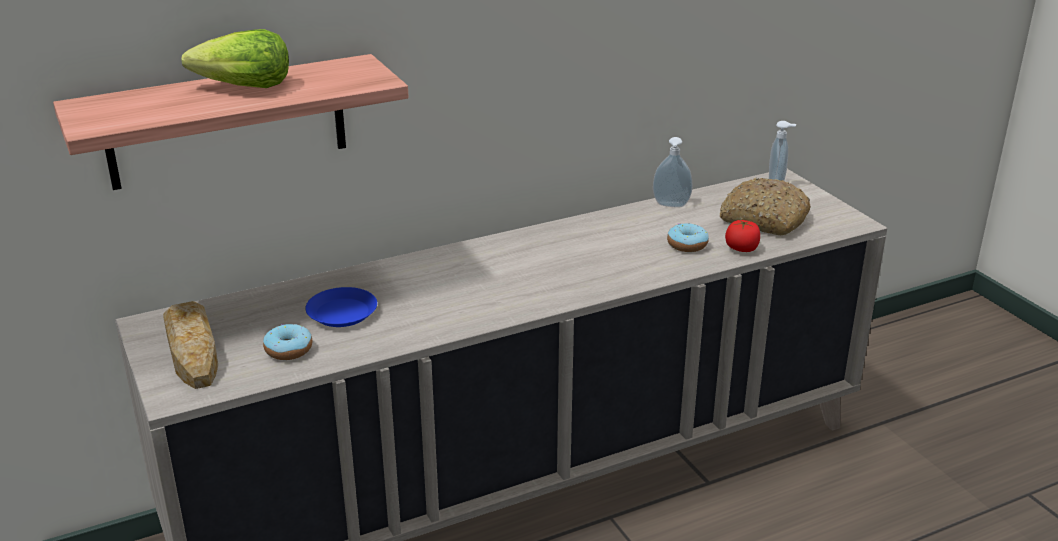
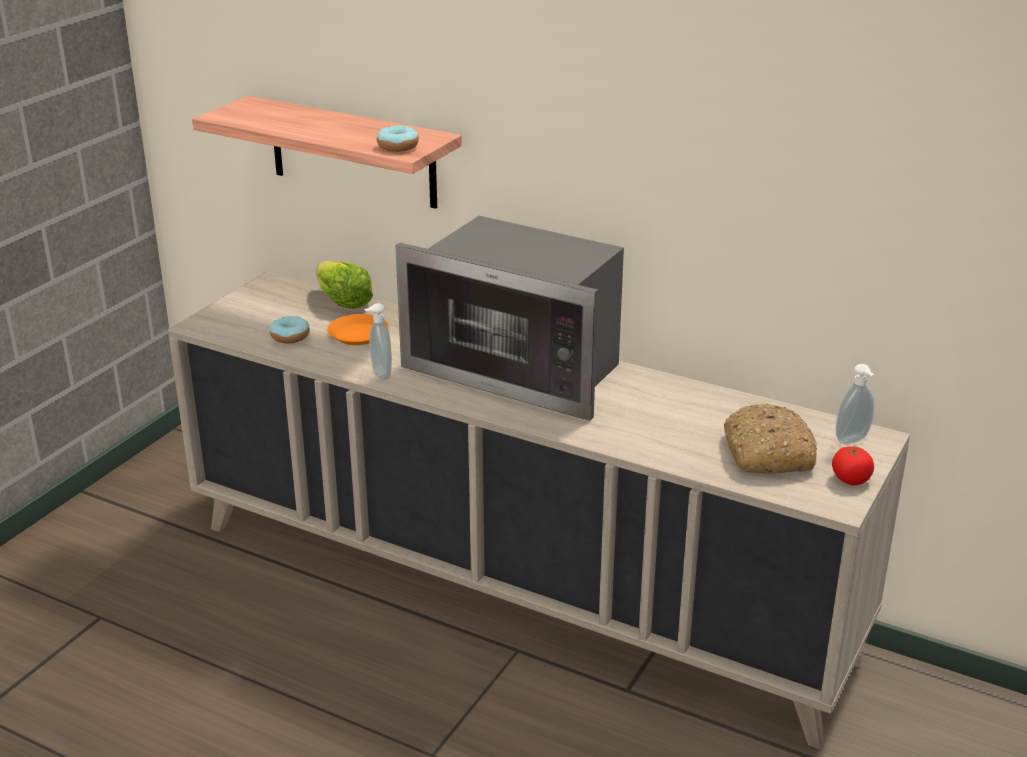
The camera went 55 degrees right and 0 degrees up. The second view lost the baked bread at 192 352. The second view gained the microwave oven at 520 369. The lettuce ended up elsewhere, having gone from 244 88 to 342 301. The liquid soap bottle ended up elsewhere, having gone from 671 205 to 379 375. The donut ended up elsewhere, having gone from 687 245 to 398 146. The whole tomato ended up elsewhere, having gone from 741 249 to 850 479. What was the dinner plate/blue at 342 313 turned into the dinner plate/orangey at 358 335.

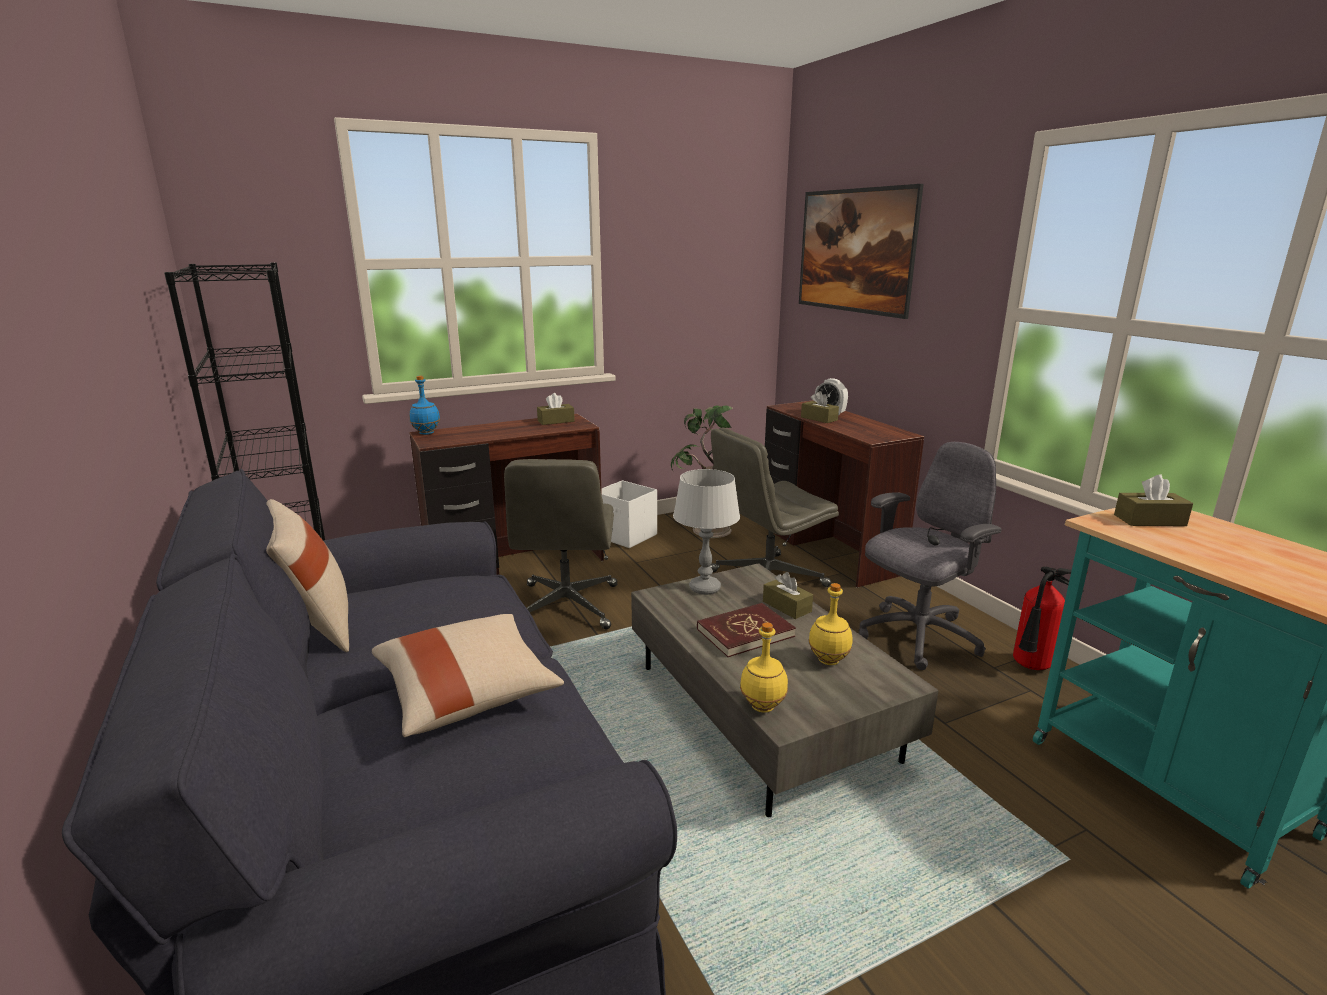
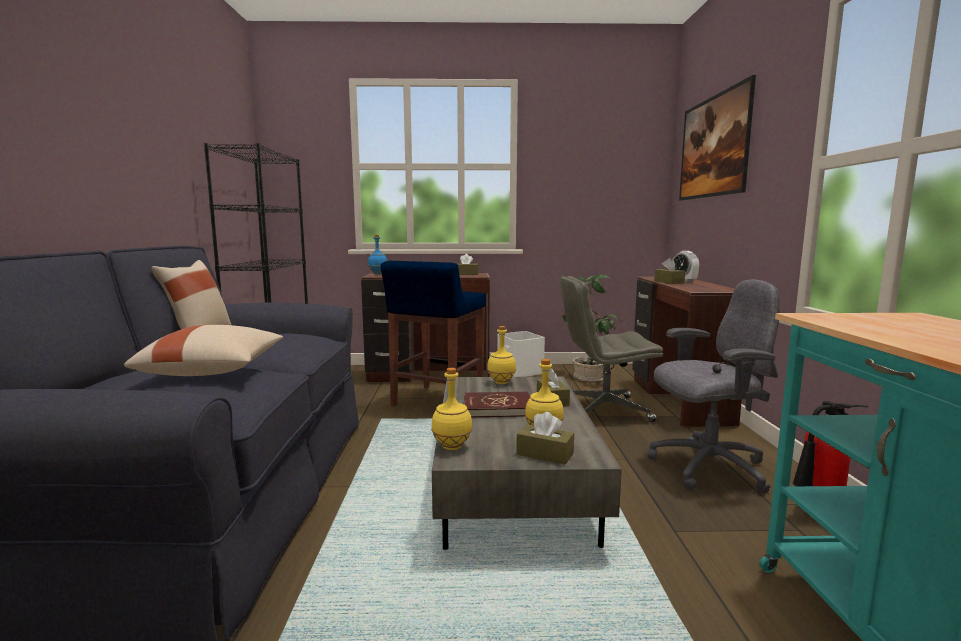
The camera went 25 degrees right and 10 degrees down. The box of tissues/brownish ended up elsewhere, having gone from 1149 520 to 545 454. Where the office chair/greyish stood at 567 607, the stool seat/blue came to stand at 436 401. Where the table lamp/greyish stood at 704 588, the drink bottle/yellow came to stand at 501 382.

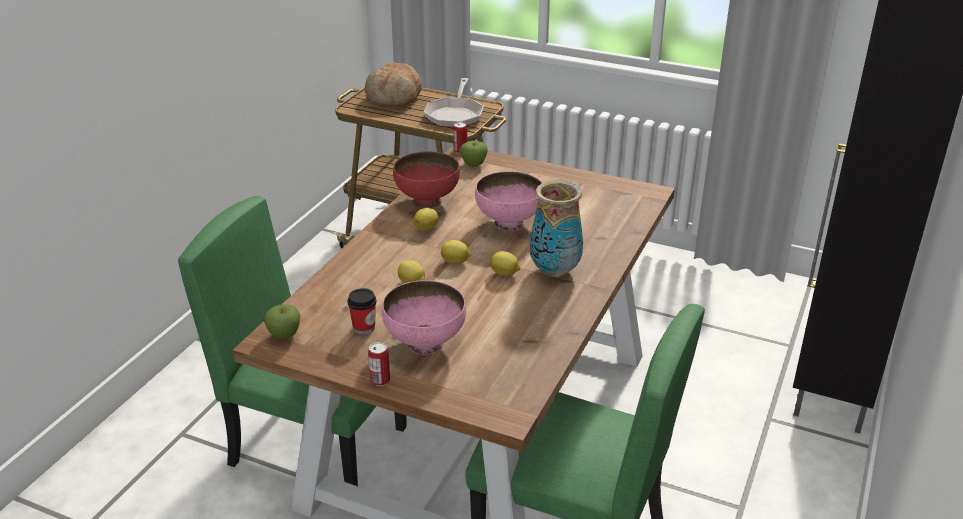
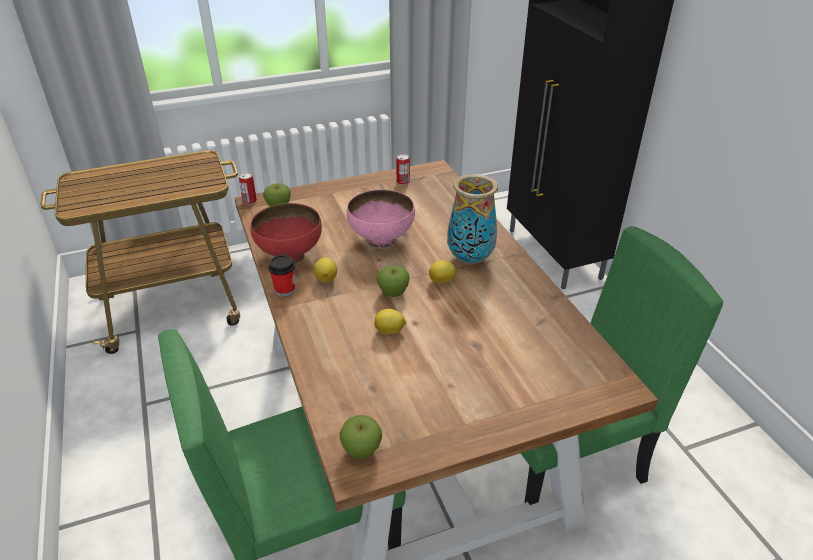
The camera went 45 degrees left and 5 degrees up. The second view lost the baked bread at 394 97. The second view lost the deep dish/pinkish at 424 344. The second view lost the frying pan at 455 115. The drinking cup ended up elsewhere, having gone from 364 328 to 285 290. The metal can ended up elsewhere, having gone from 380 380 to 403 182. Where the citrus fruit stood at 455 262, the apple came to stand at 393 293.

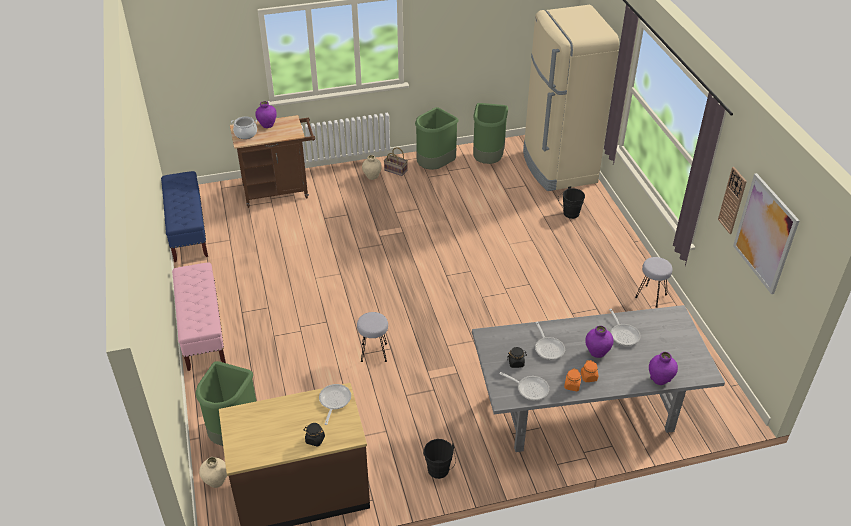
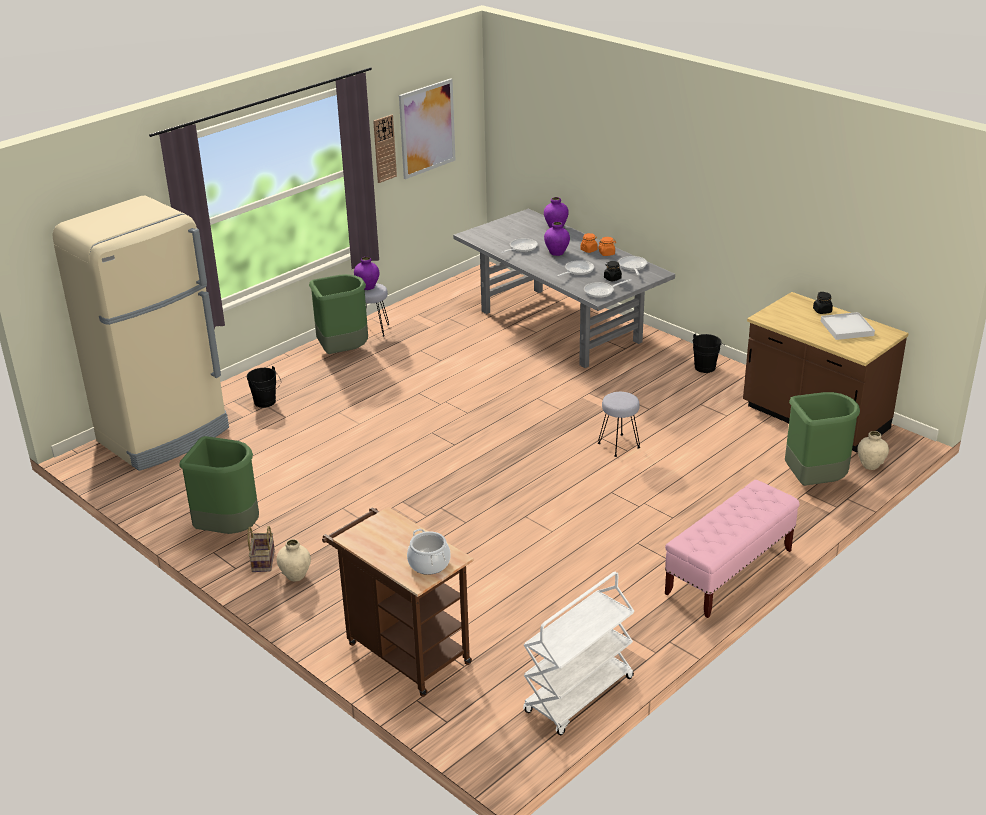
The camera went 120 degrees left and 10 degrees down. The second view gained the tray/white at 847 328. The flower vase/purplish ended up elsewhere, having gone from 267 125 to 367 287. The frying pan ended up elsewhere, having gone from 334 401 to 601 291. The rubbish bin/greenish ended up elsewhere, having gone from 488 160 to 342 352. Where the indoor bench/blue stood at 188 231, the wheeled cart/white came to stand at 579 696.

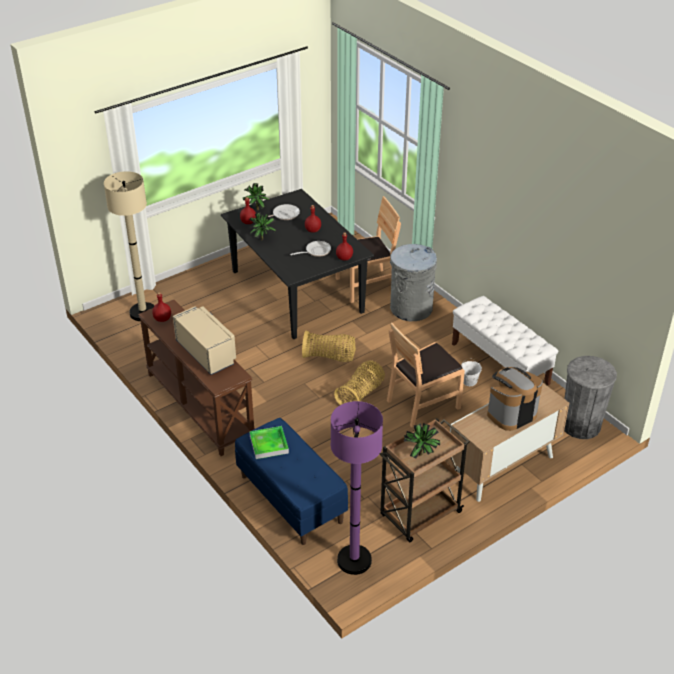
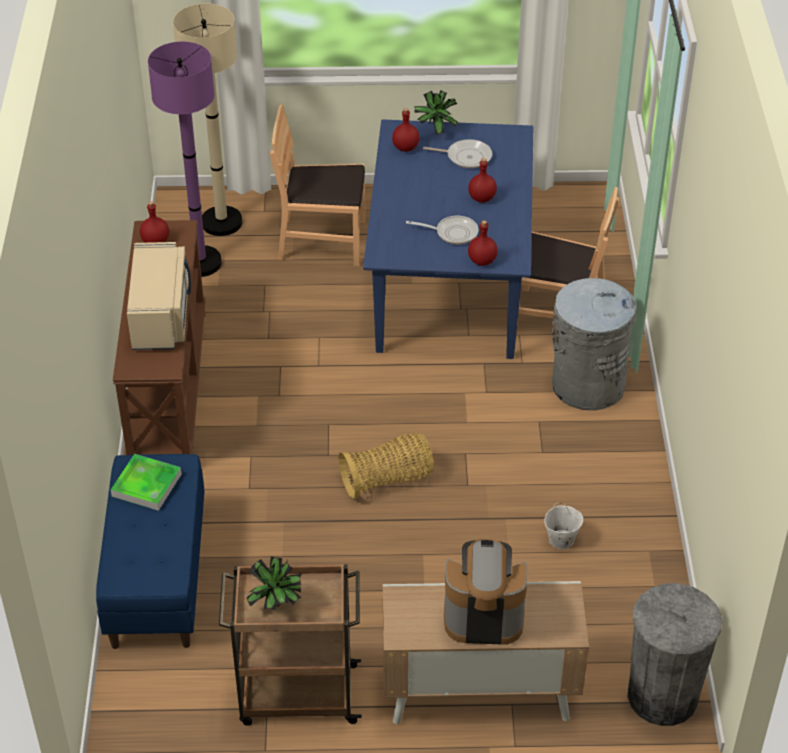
The camera went 35 degrees right and 5 degrees up. The second view lost the plant in a pot at 263 238. The second view lost the household basket at 329 357. The second view lost the indoor bench/white at 500 364. The standing lamp/purplish ended up elsewhere, having gone from 354 560 to 200 263. The upright chair/brownish ended up elsewhere, having gone from 423 403 to 322 240. What was the dining table/black-coloured at 296 291 turned into the dining table/blue at 448 282.

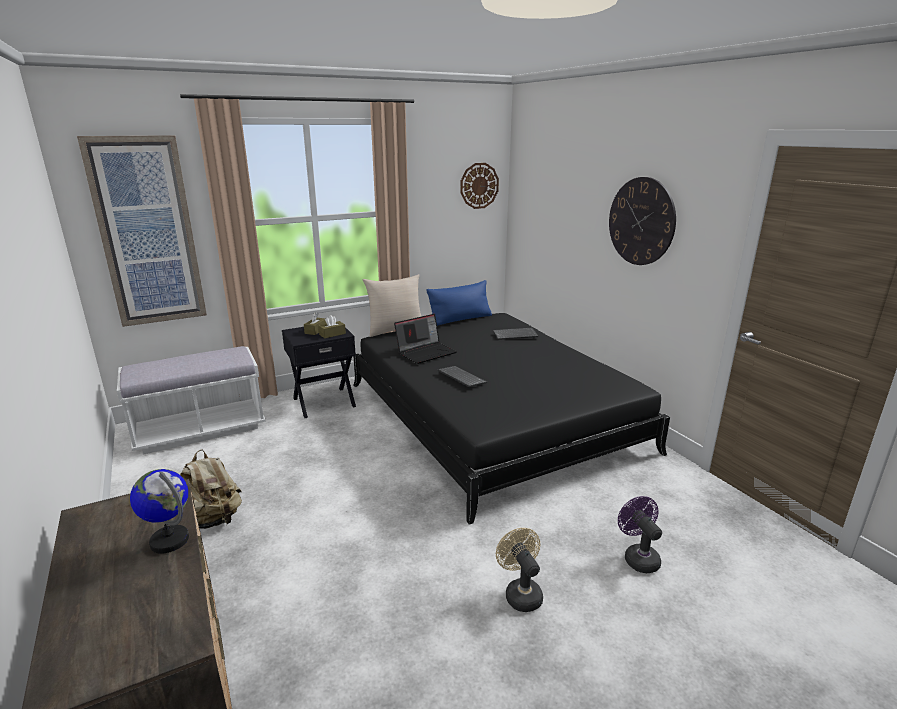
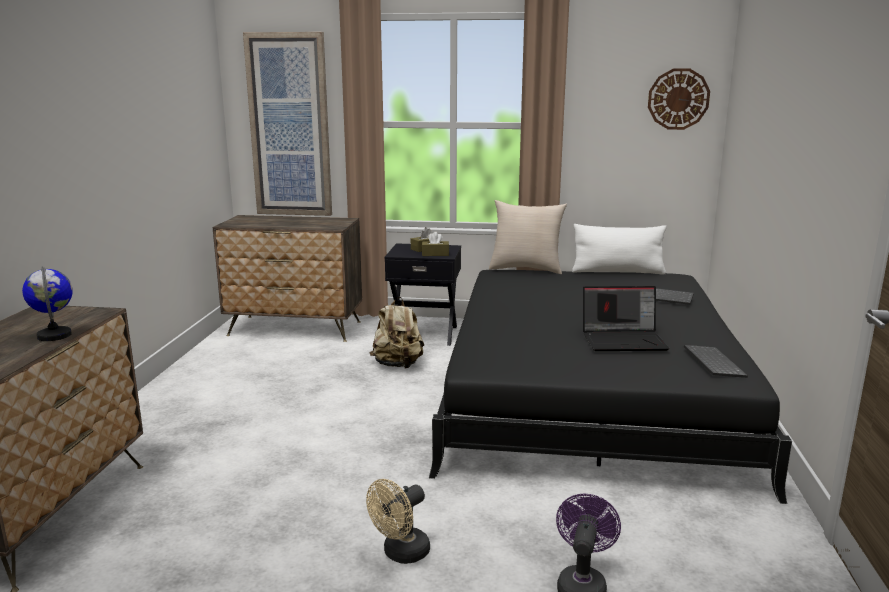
The camera went 35 degrees right and 5 degrees down. The second view lost the clock on the wall at 641 221. The knapsack/beige-coloured ended up elsewhere, having gone from 213 520 to 398 365. The notebook computer ended up elsewhere, having gone from 426 352 to 624 340. The computer keyboard ended up elsewhere, having gone from 460 378 to 712 362. Where the indoor bench/white stood at 200 430, the chest of drawers came to stand at 296 329. What was the throw pillow/blue at 460 319 turned into the throw pillow/white at 617 272. The cooling fan/beige-coloured at 520 593 ended up facing another way, 150 degrees counterclockwise from before.

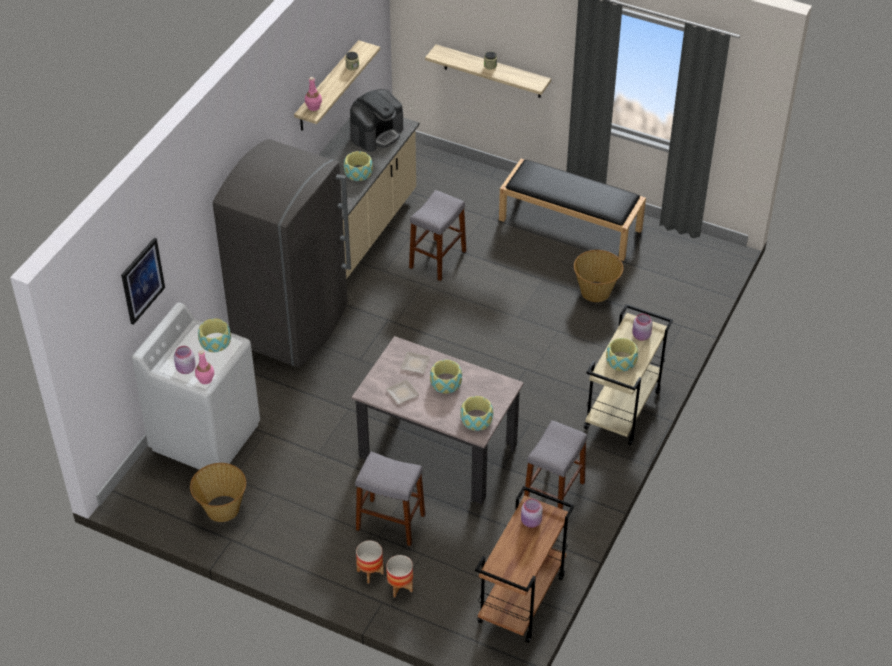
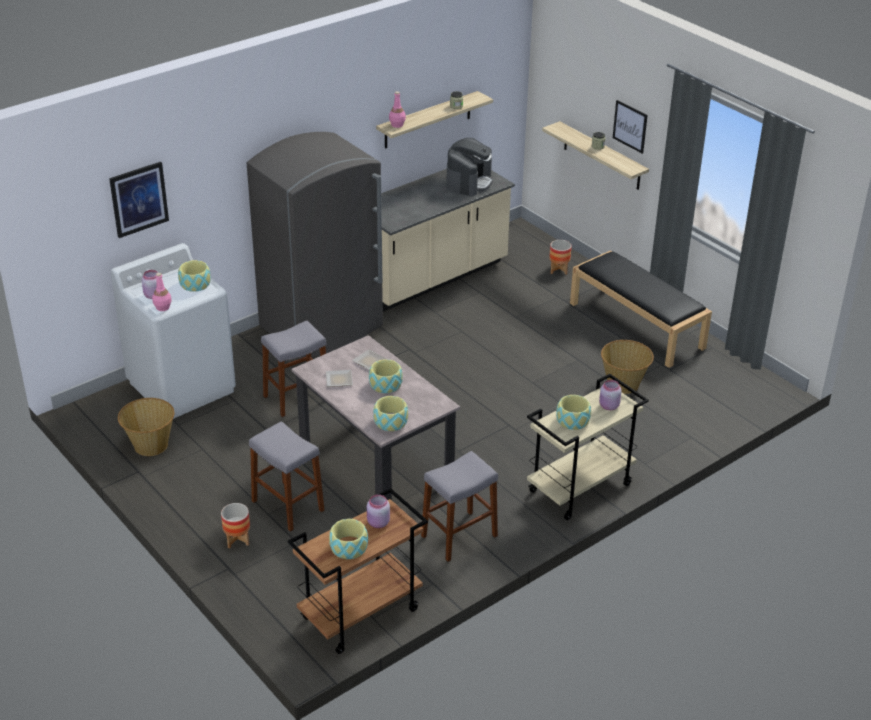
The camera went 25 degrees right and 10 degrees down. The second view gained the wall picture at 630 126. The deep dish ended up elsewhere, having gone from 358 172 to 349 547. The plant pot ended up elsewhere, having gone from 400 587 to 559 270. The stool seat/greyish ended up elsewhere, having gone from 437 259 to 297 397. The coffee maker at 376 133 ended up facing another way, 45 degrees counterclockwise from before.

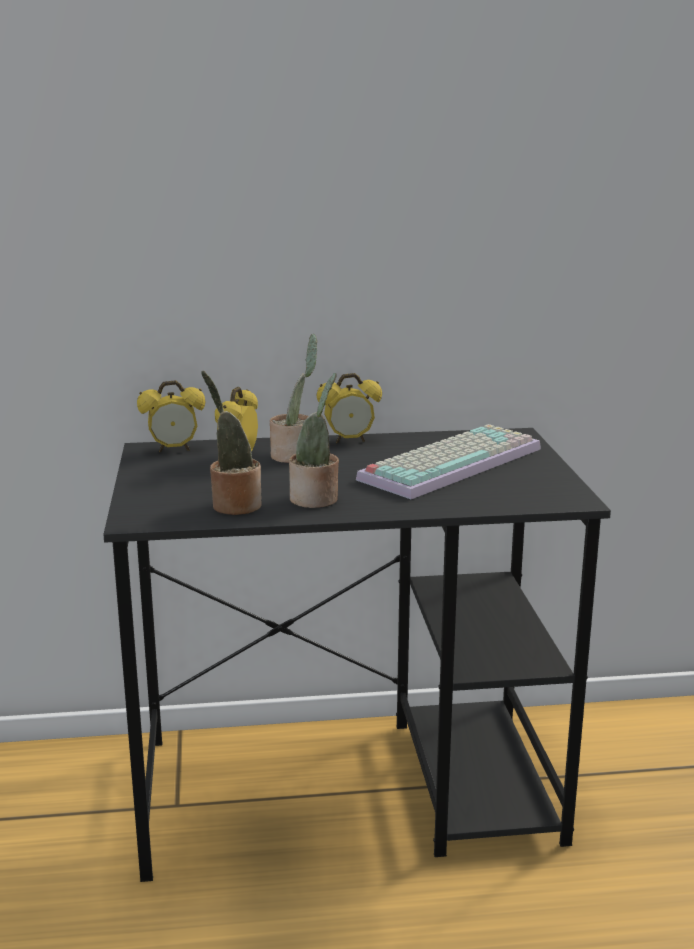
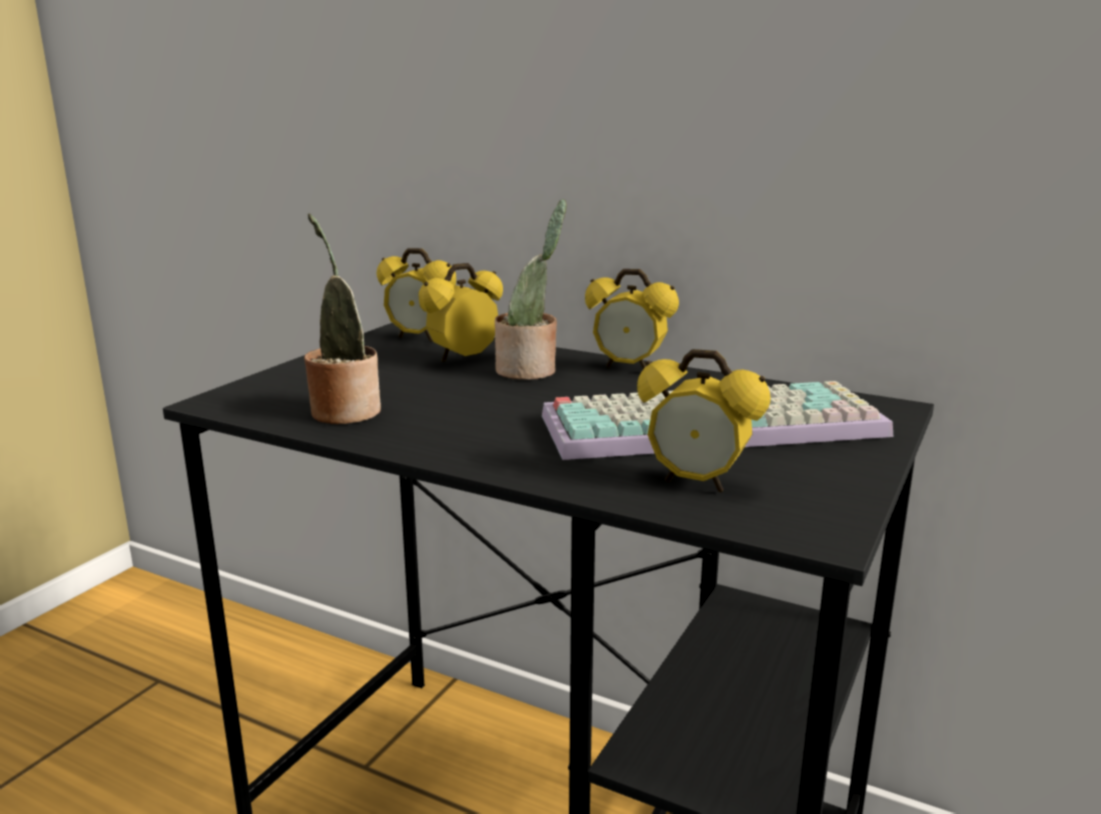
The camera went 35 degrees right and 0 degrees up. The second view lost the plant in a pot at 316 500. The second view gained the bedside clock at 696 483.

